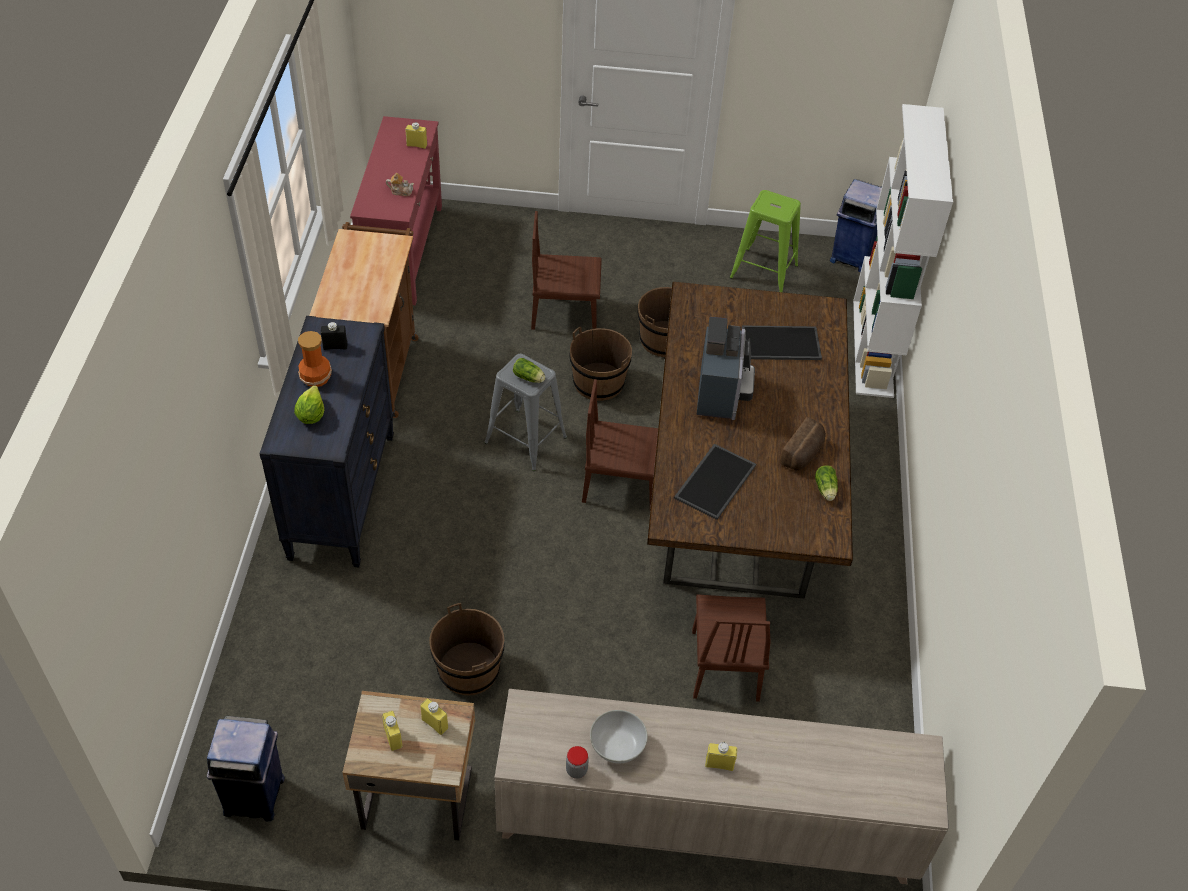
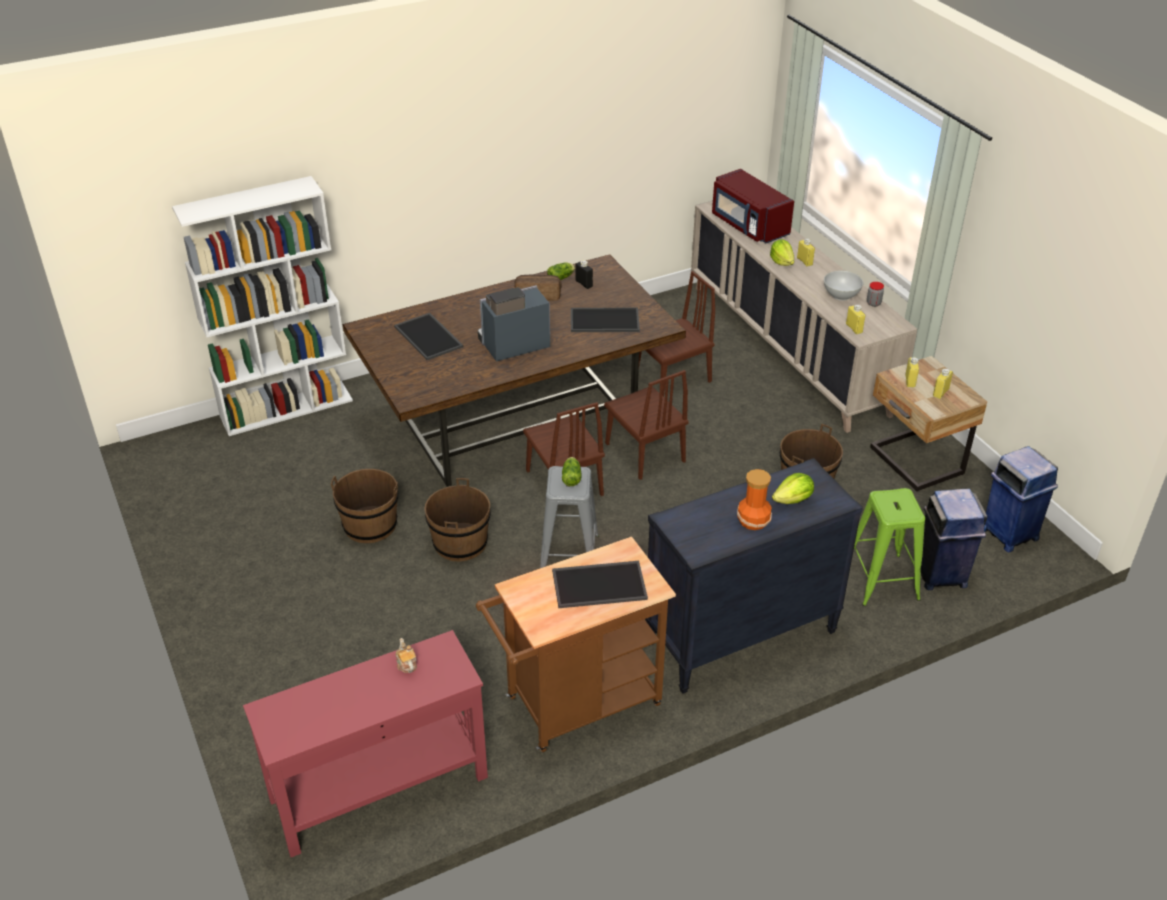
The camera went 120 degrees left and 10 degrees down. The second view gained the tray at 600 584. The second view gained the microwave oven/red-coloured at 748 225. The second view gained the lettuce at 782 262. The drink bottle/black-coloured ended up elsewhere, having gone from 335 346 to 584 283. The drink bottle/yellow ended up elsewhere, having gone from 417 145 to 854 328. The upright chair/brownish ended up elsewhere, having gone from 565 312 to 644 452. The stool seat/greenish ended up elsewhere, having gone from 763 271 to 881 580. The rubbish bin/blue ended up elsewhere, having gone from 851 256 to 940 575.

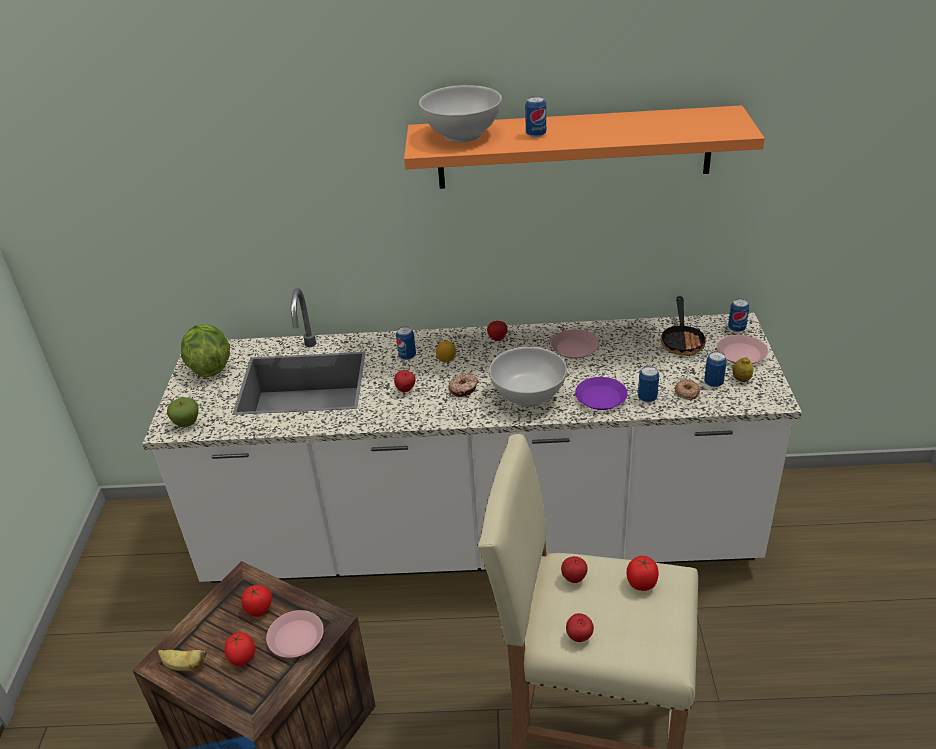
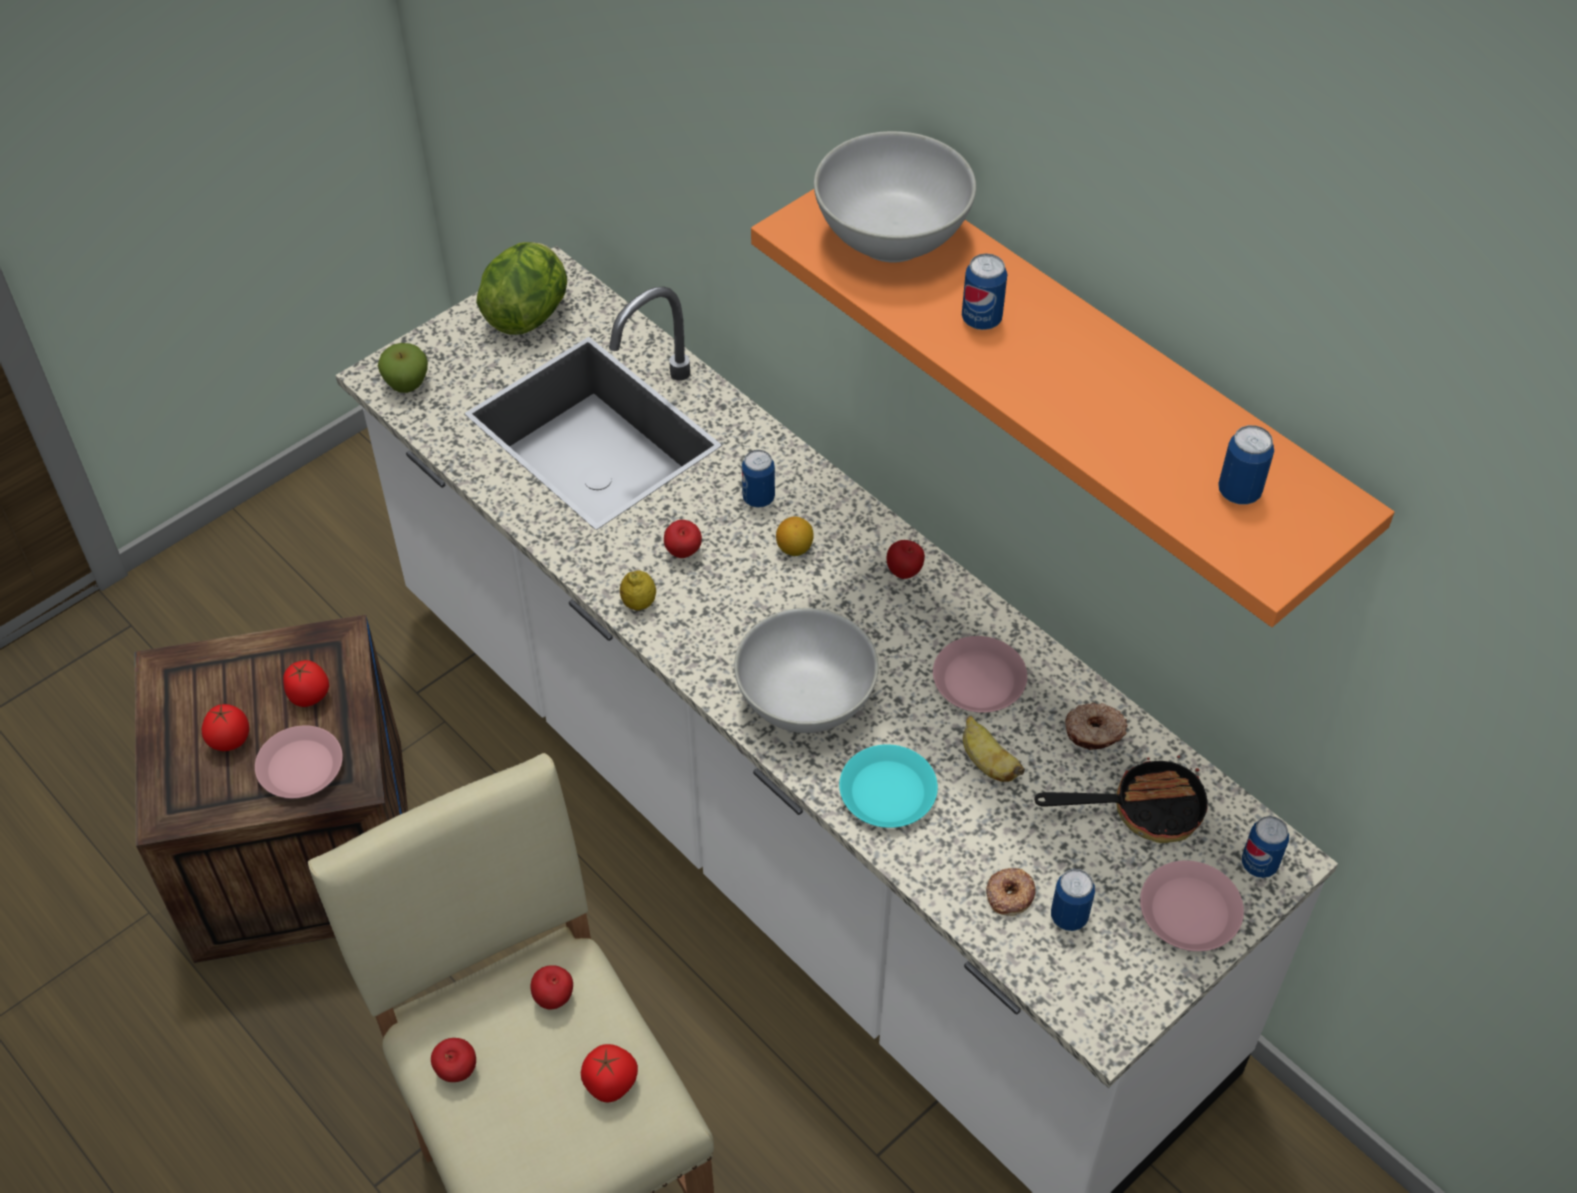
The camera went 45 degrees right and 15 degrees up. The banana fruit ended up elsewhere, having gone from 184 666 to 987 762. The donut ended up elsewhere, having gone from 464 389 to 1094 732. The metal can ended up elsewhere, having gone from 647 398 to 1239 492. The citrus fruit ended up elsewhere, having gone from 741 379 to 639 603. What was the dinner plate/purplish at 601 397 turned into the dinner plate/blue-green at 888 792. The frying pan at 682 341 ended up facing another way, 150 degrees counterclockwise from before.

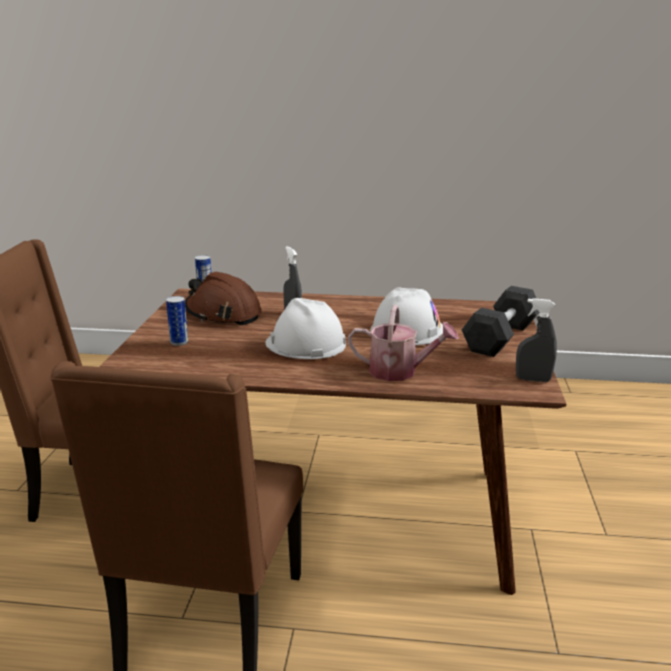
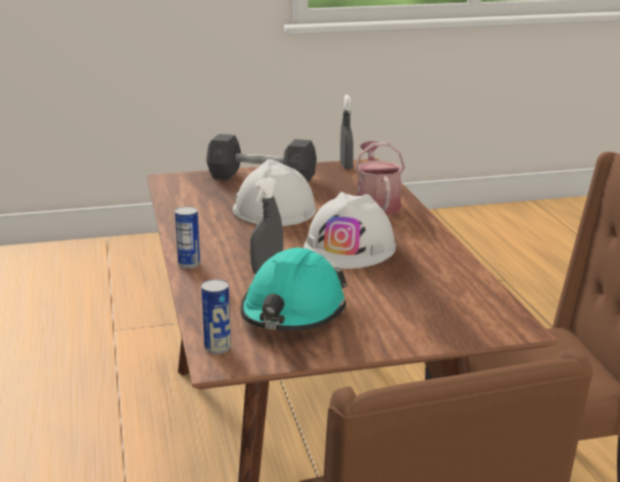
The camera went 110 degrees left and 0 degrees up. The metal can ended up elsewhere, having gone from 179 342 to 189 264. What was the work helmet/brownish at 223 314 turned into the work helmet/blue-green at 293 313.

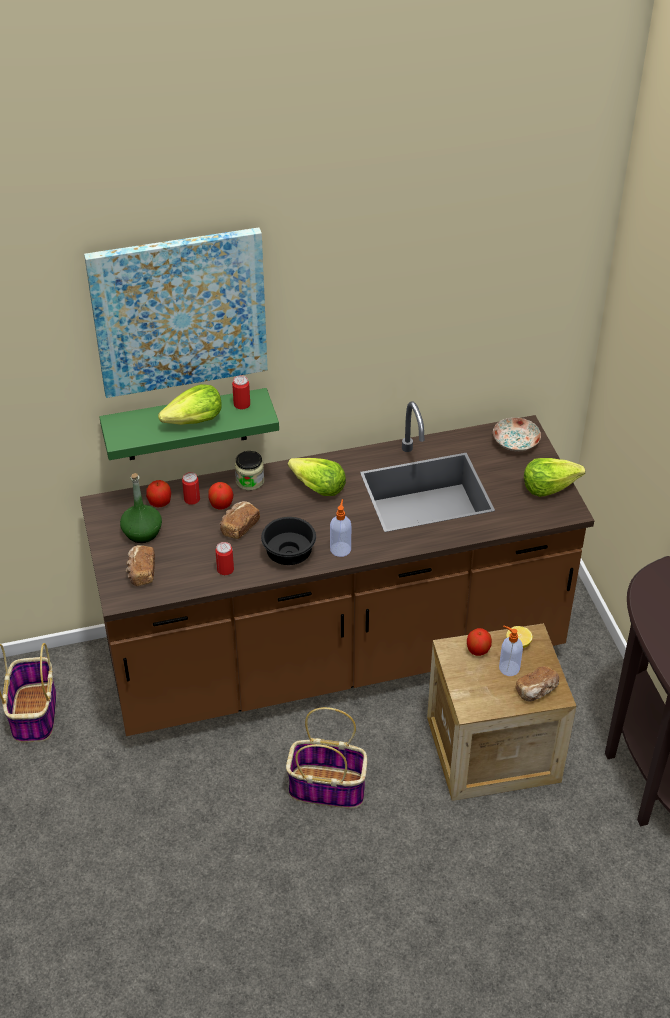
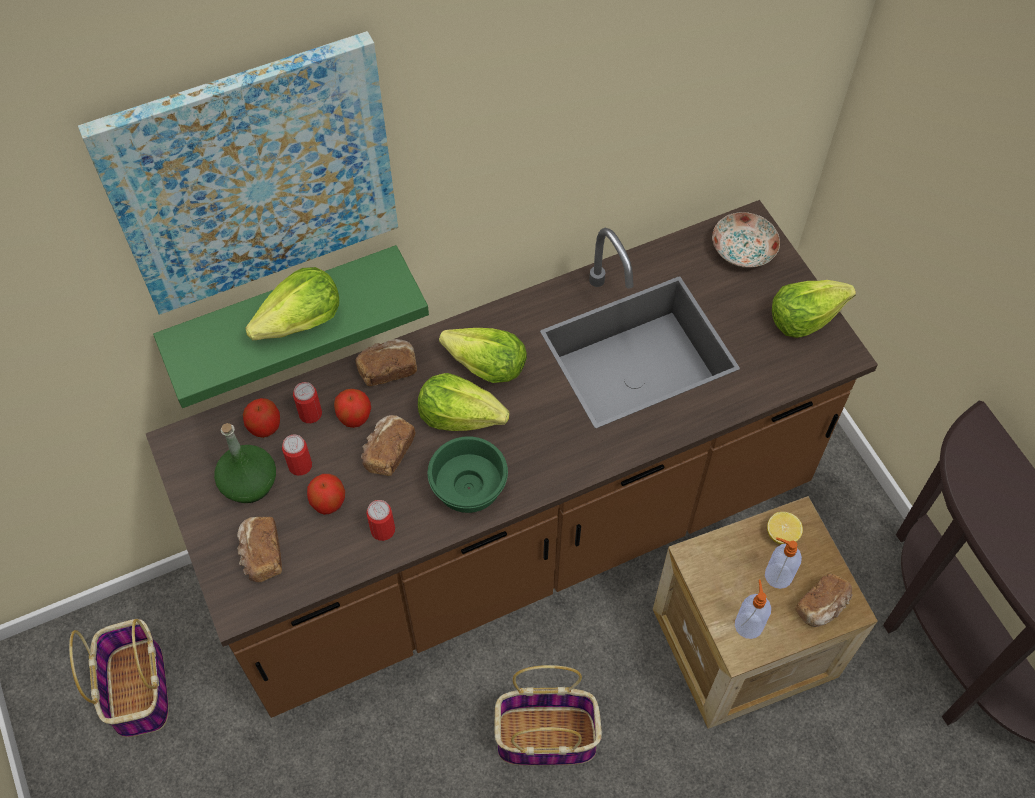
The camera went 10 degrees left and 15 degrees up. The second view gained the lettuce at 460 415. The metal can ended up elsewhere, having gone from 242 404 to 300 465. The liquid soap bottle ended up elsewhere, having gone from 340 548 to 748 624. The apple ended up elsewhere, having gone from 478 650 to 328 502. Where the jar stood at 250 481, the baked bread came to stand at 387 369. What was the deep dish/black-coloured at 287 554 turned into the deep dish/greenish at 466 489.

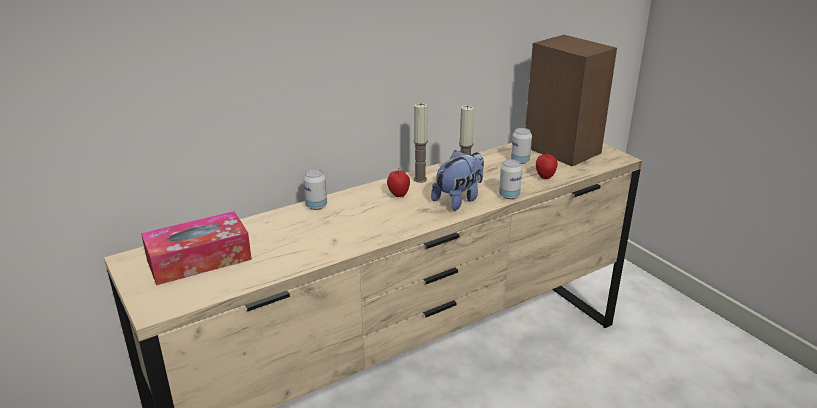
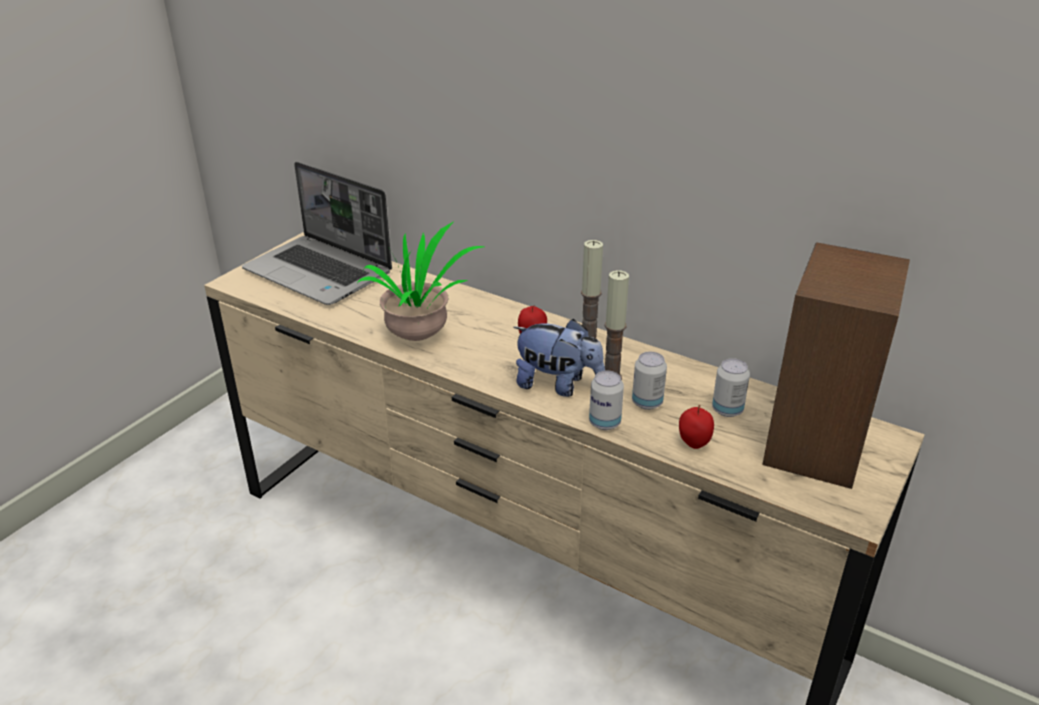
The camera went 65 degrees right and 5 degrees up. The second view gained the plant in a pot at 422 336. The metal can ended up elsewhere, having gone from 316 206 to 647 403. Where the box of tissues stood at 199 260, the notebook computer came to stand at 320 272.

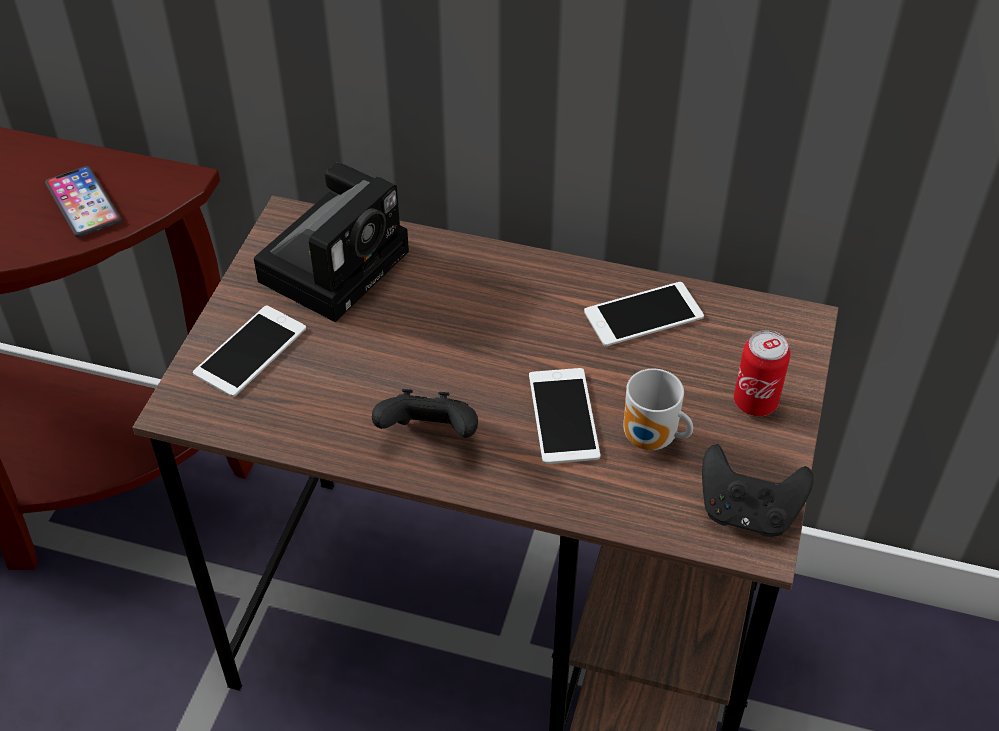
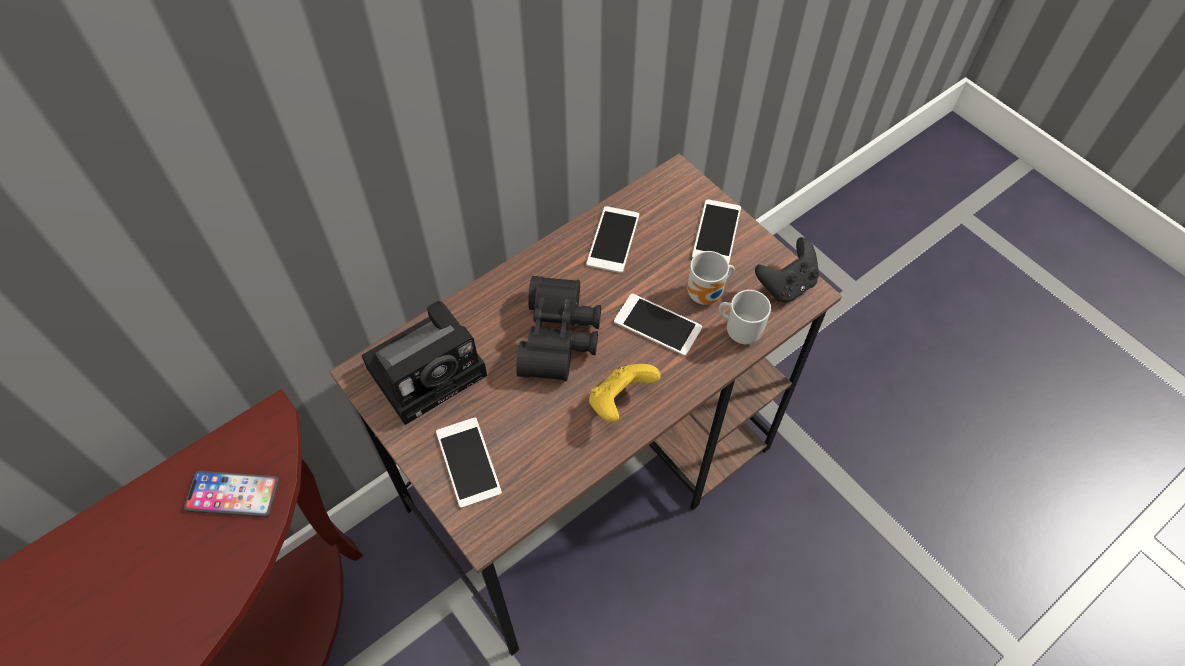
The camera went 55 degrees left and 10 degrees up. The second view gained the binoculars/black-coloured at 562 337. The second view gained the mug at 741 331. Where the metal can stood at 755 402, the phone came to stand at 716 232. What was the game controller/black-coloured at 429 435 turned into the game controller/yellow at 620 400. The photo camera at 337 262 ended up facing another way, 75 degrees clockwise from before.

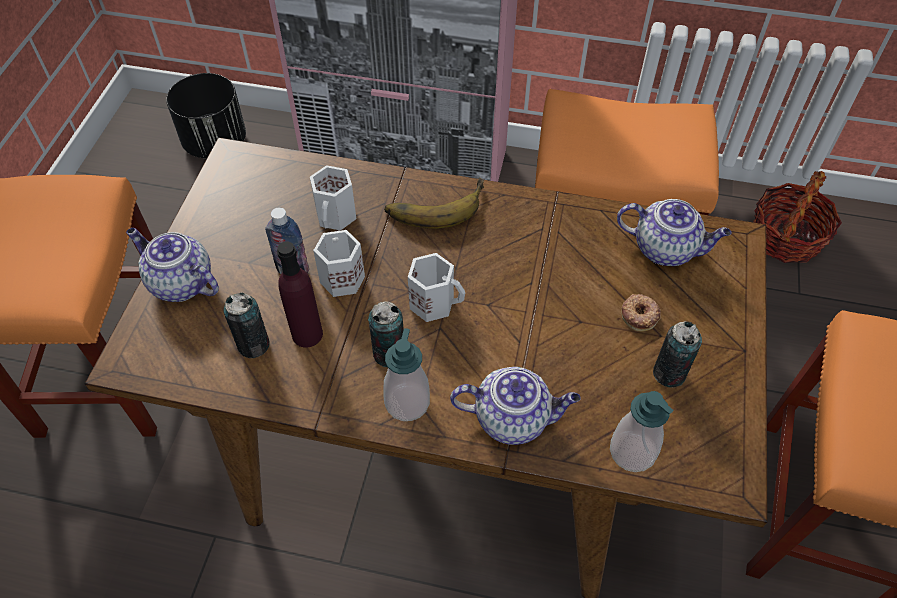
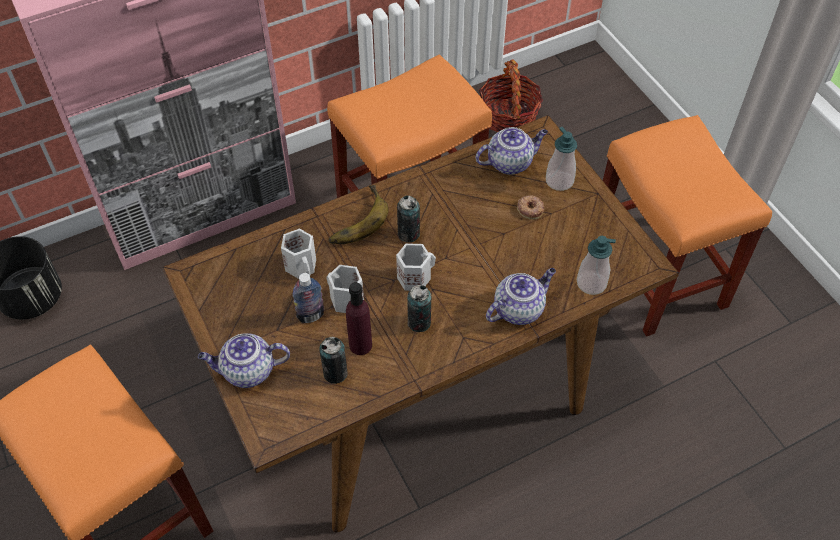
The camera went 40 degrees left and 0 degrees up. The liquid soap bottle ended up elsewhere, having gone from 407 402 to 559 181. The metal can ended up elsewhere, having gone from 669 373 to 408 234.

